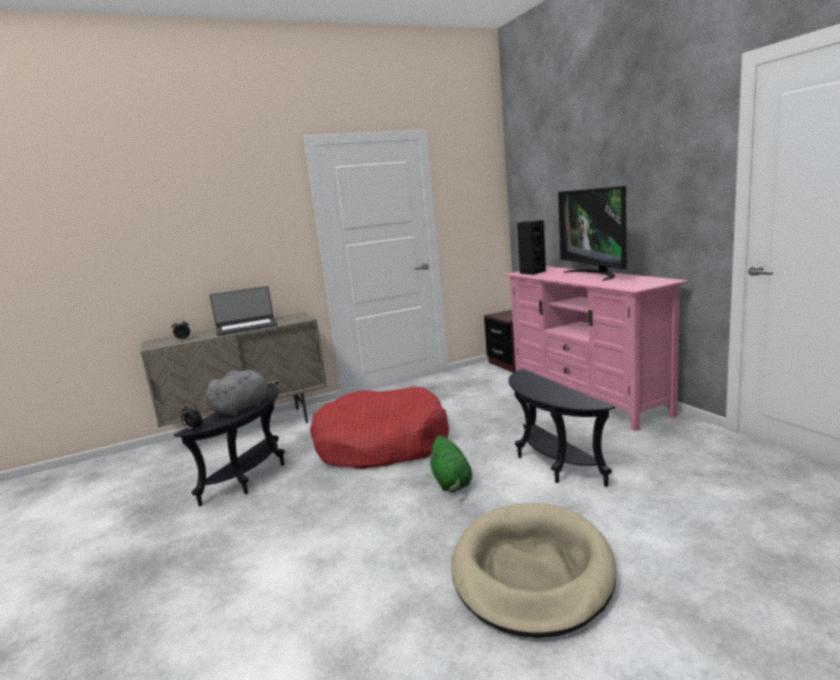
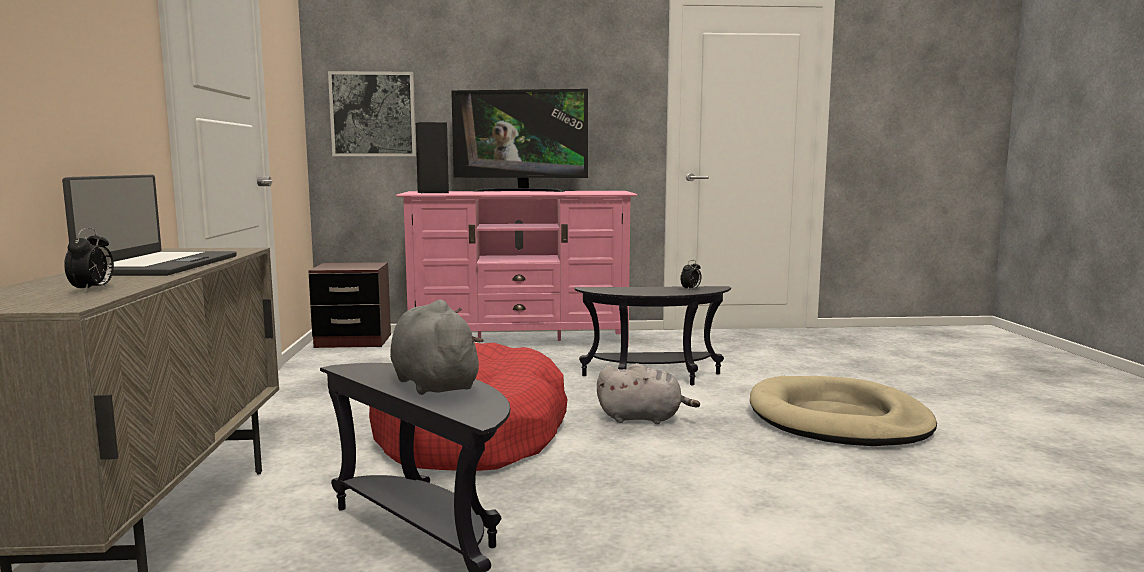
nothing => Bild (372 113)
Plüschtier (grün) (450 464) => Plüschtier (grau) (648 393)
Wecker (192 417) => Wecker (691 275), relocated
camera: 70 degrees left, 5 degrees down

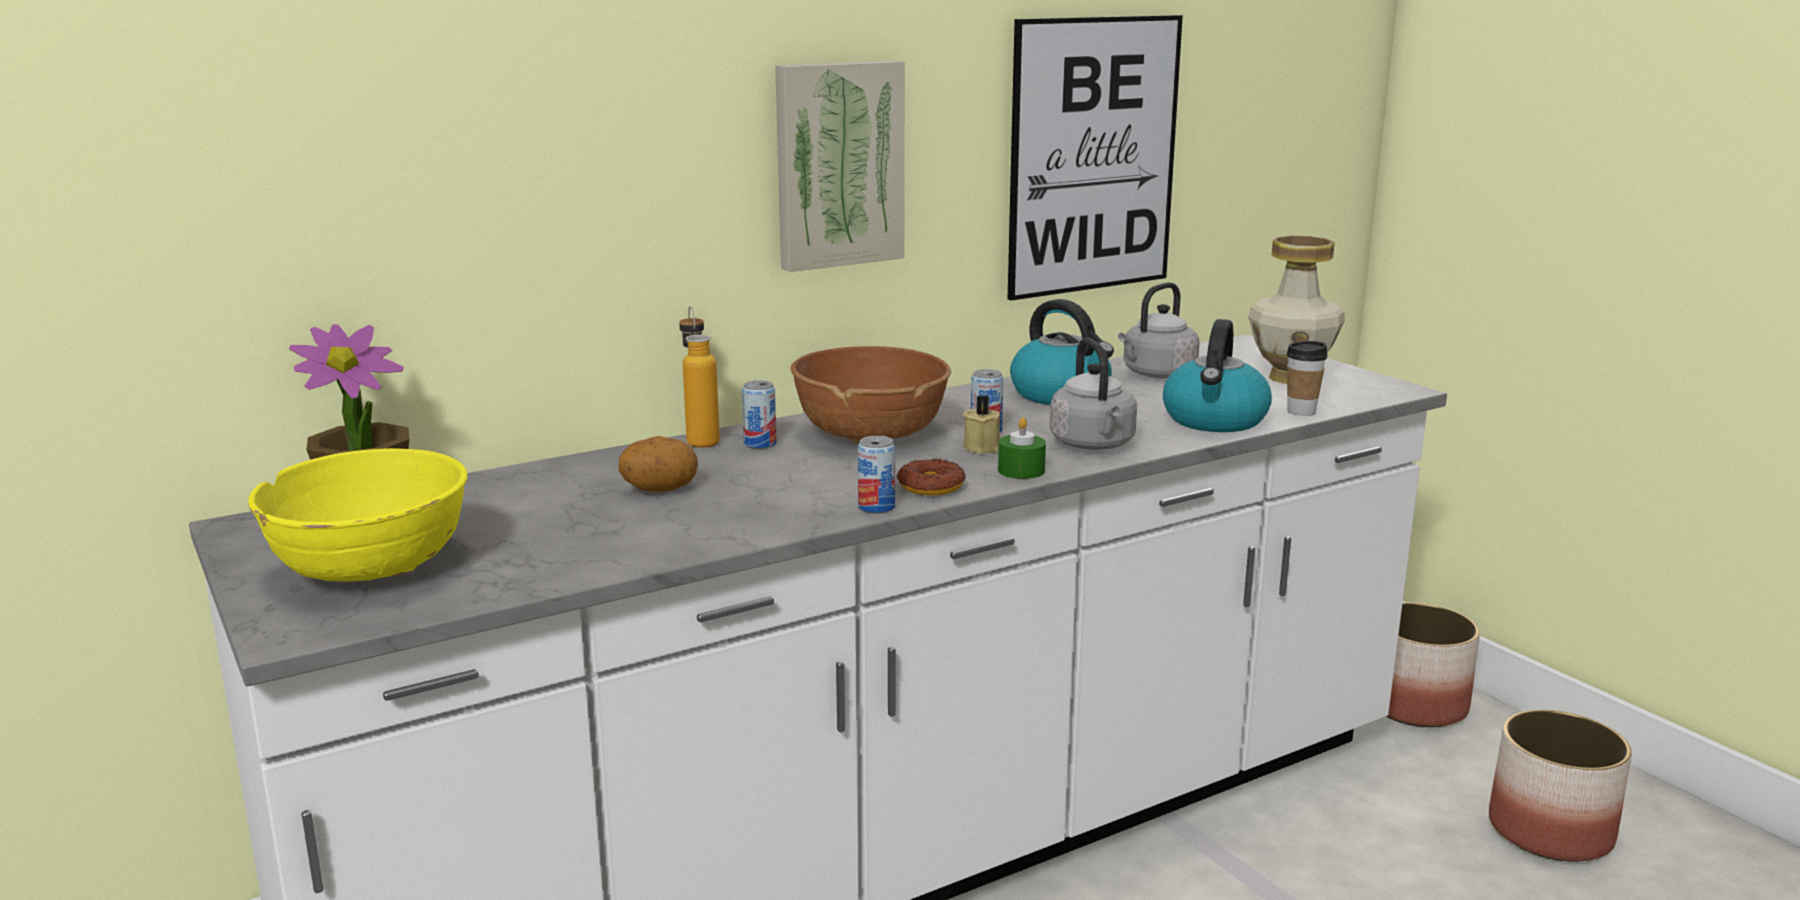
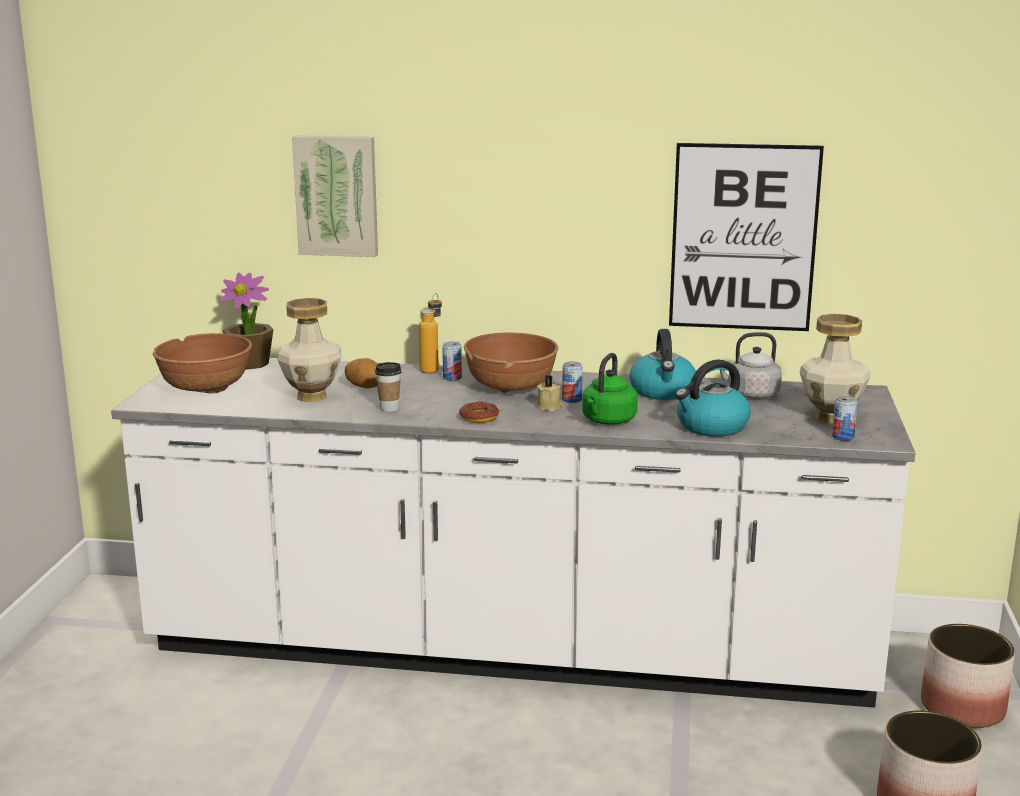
Schüssel (gelb) (358 515) => Schüssel (braun) (202 363)
nothing => Vase (309 350)
Bild (839 166) => Bild (335 196), relocated
Tasse (1307 378) => Tasse (388 387), relocated
Wasserkessel (grau) (1093 394) => Wasserkessel (grün) (610 389)
Dose (876 475) => Dose (845 418), relocated
Kerze (grün) (1022 448) => nothing
camera: 40 degrees right, 0 degrees up

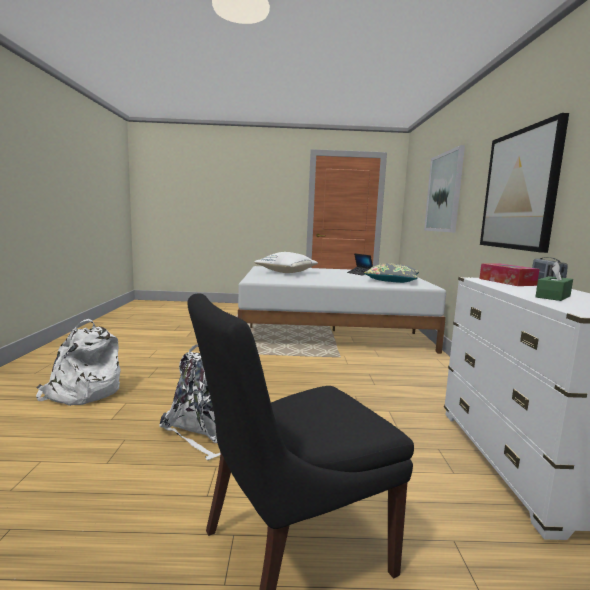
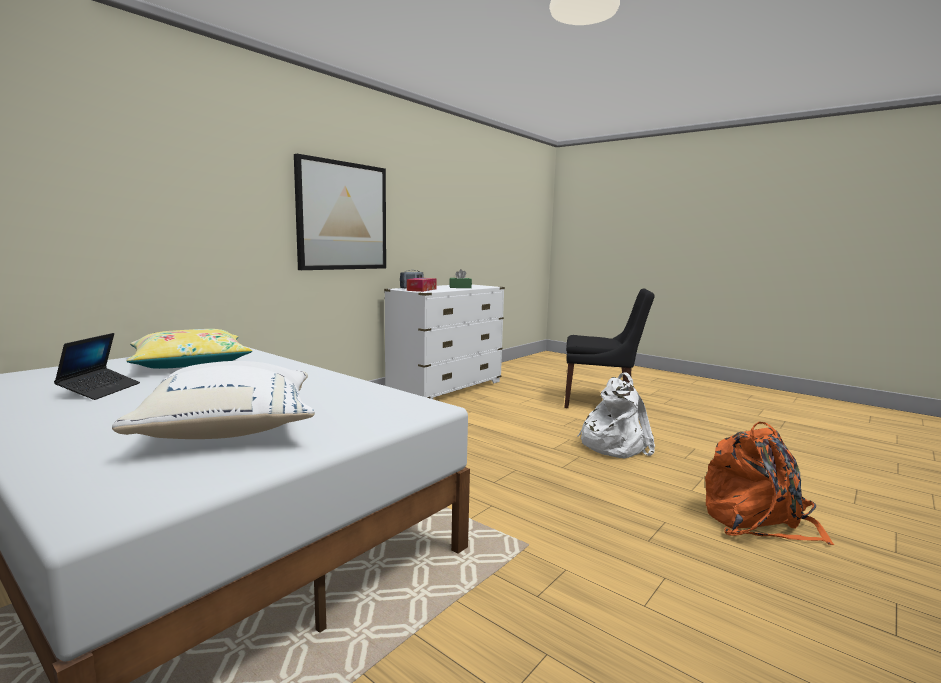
Kissen (grau) (391 273) => Kissen (gelb) (189 349)
Rucksack (weiß) (78 362) => Rucksack (orange) (769 483)
Bild (444 189) => nothing
camera: 140 degrees left, 0 degrees up

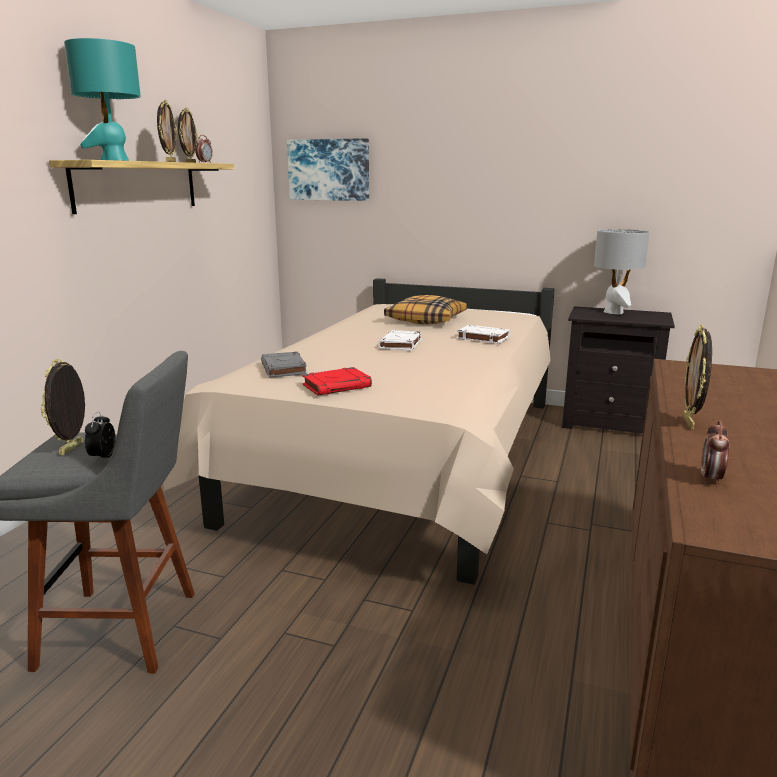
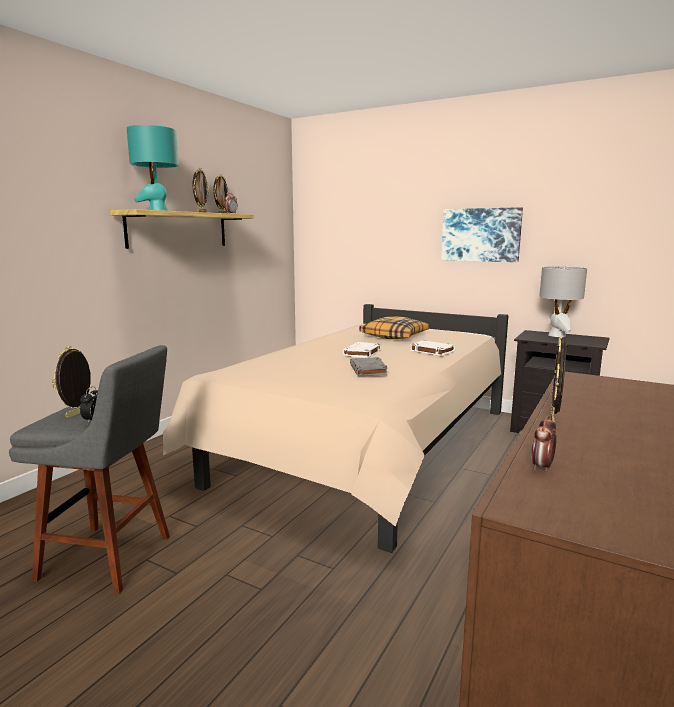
Buch (grau) (284 365) => Buch (grau) (369 366), relocated
Bild (328 169) => Bild (482 234), relocated
Buch (rot) (337 381) => nothing
camera: 10 degrees right, 5 degrees down

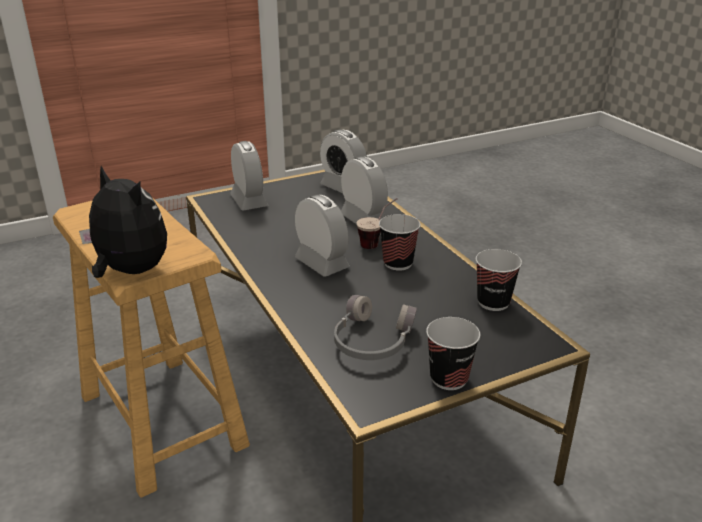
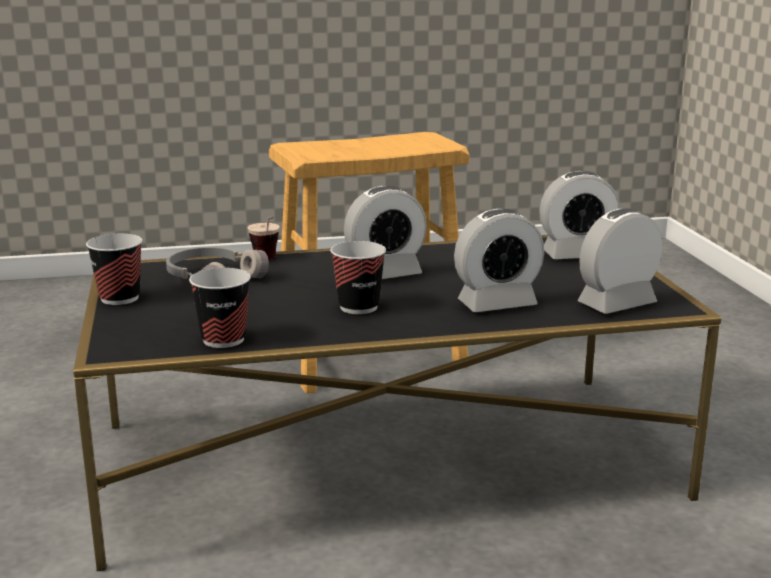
Tasse (377 223) => Tasse (264 237), relocated
Plüschtier (123 222) => nothing
camera: 105 degrees right, 10 degrees down

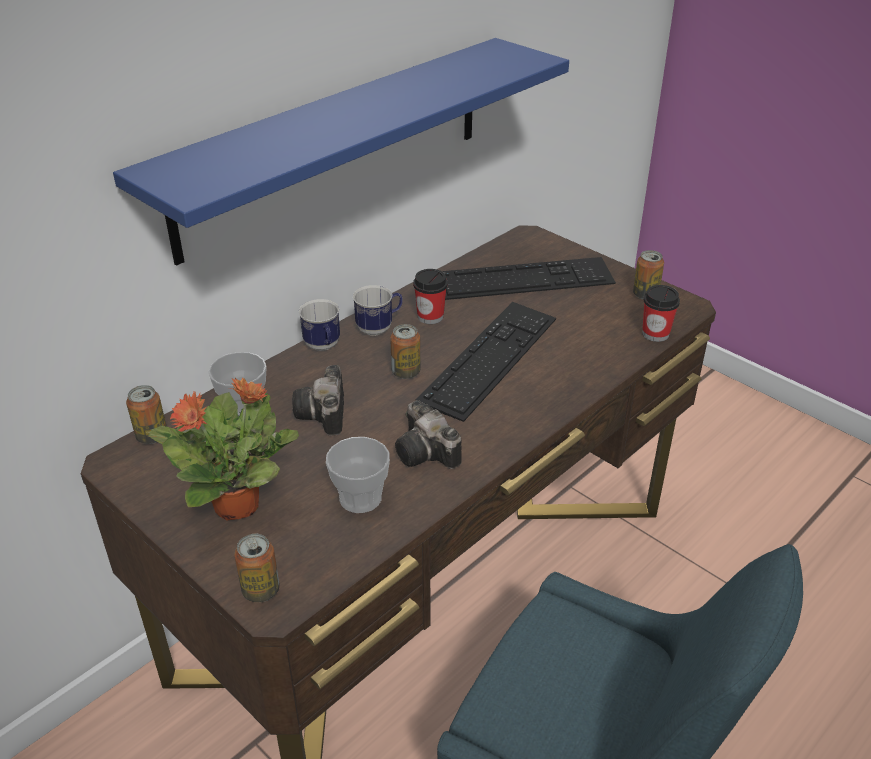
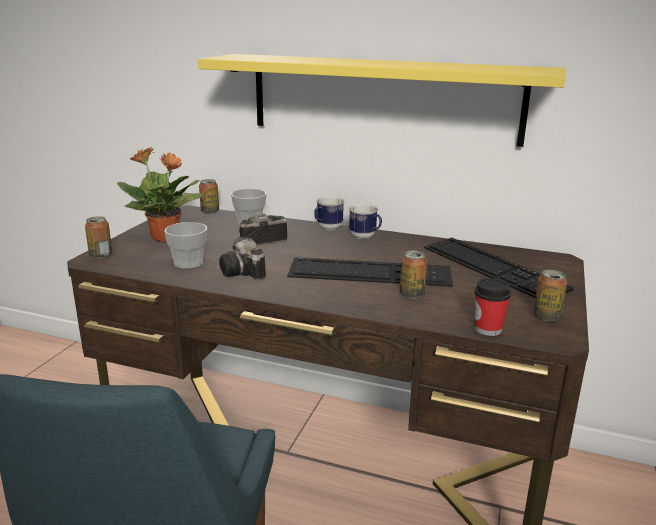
Wandregal (blau) (341 152) => Wandregal (gelb) (382 100)
Kamera (428 434) => Kamera (242 258), 60 degrees counterclockwise
Dose (405 351) => Dose (413 274), relocated
Tasse (430 296) => nothing
camera: 65 degrees right, 15 degrees down

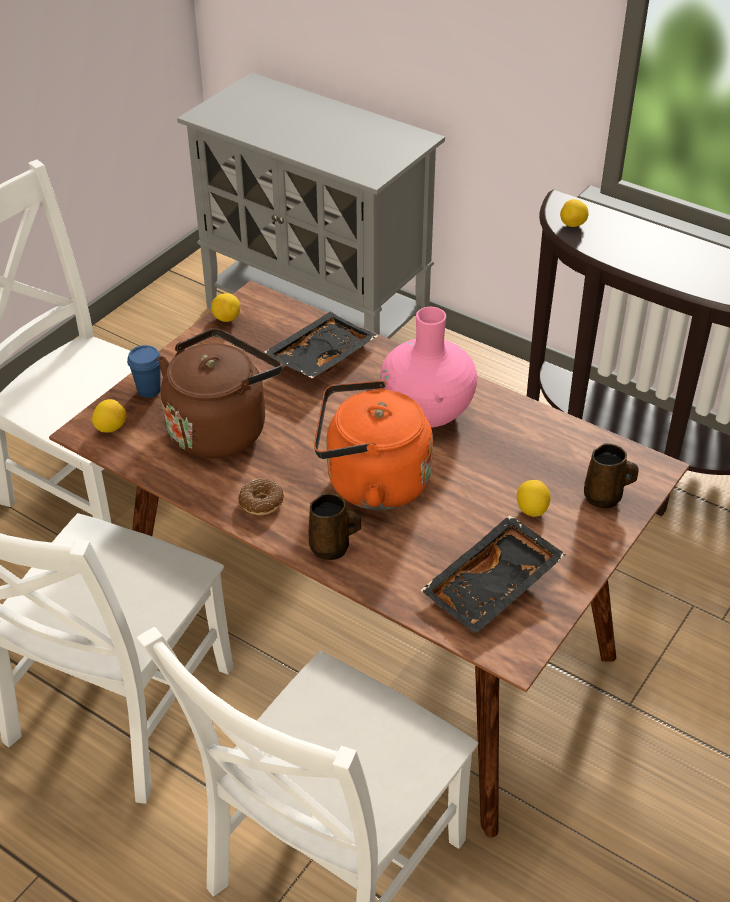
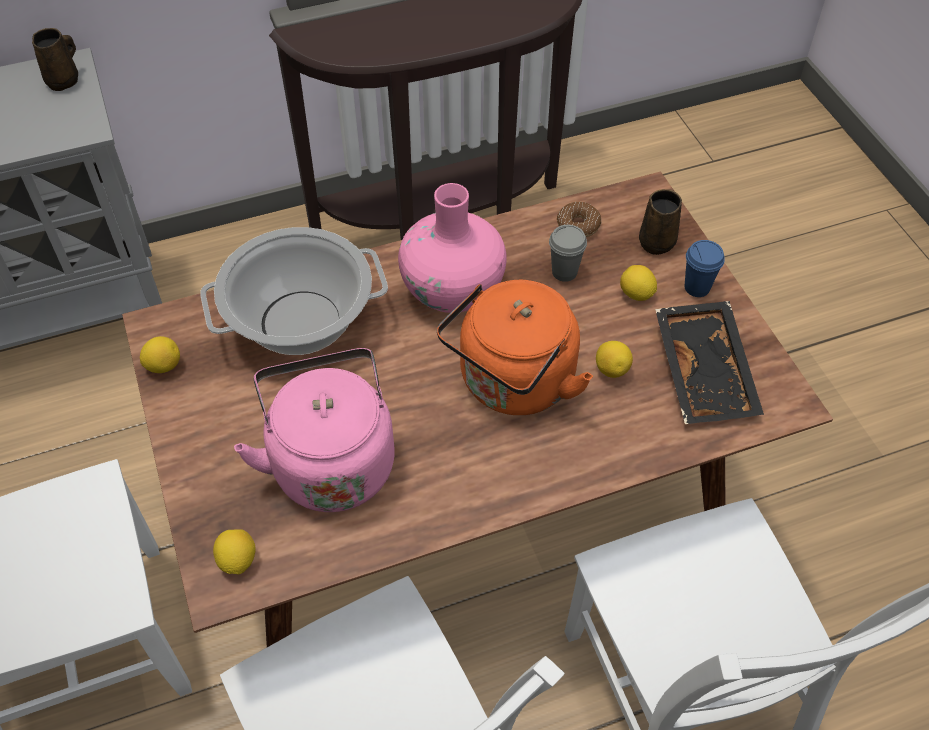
Henkelbecher (braun) (335 526) => Henkelbecher (braun) (55 59), relocated
Tablett (schwarz) (321 345) => Kochtopf (294 291)
Wasserkessel (braun) (220 393) => Wasserkessel (rosa) (314 430)
nothing => Tasse (grau) (568 253)
Donut (261 497) => Donut (579 219), relocated
Zitrone (574 213) => Zitrone (614 359), relocated
Tasse (blau) (144 371) => Tasse (blau) (704 268), relocated
camera: 55 degrees left, 10 degrees up

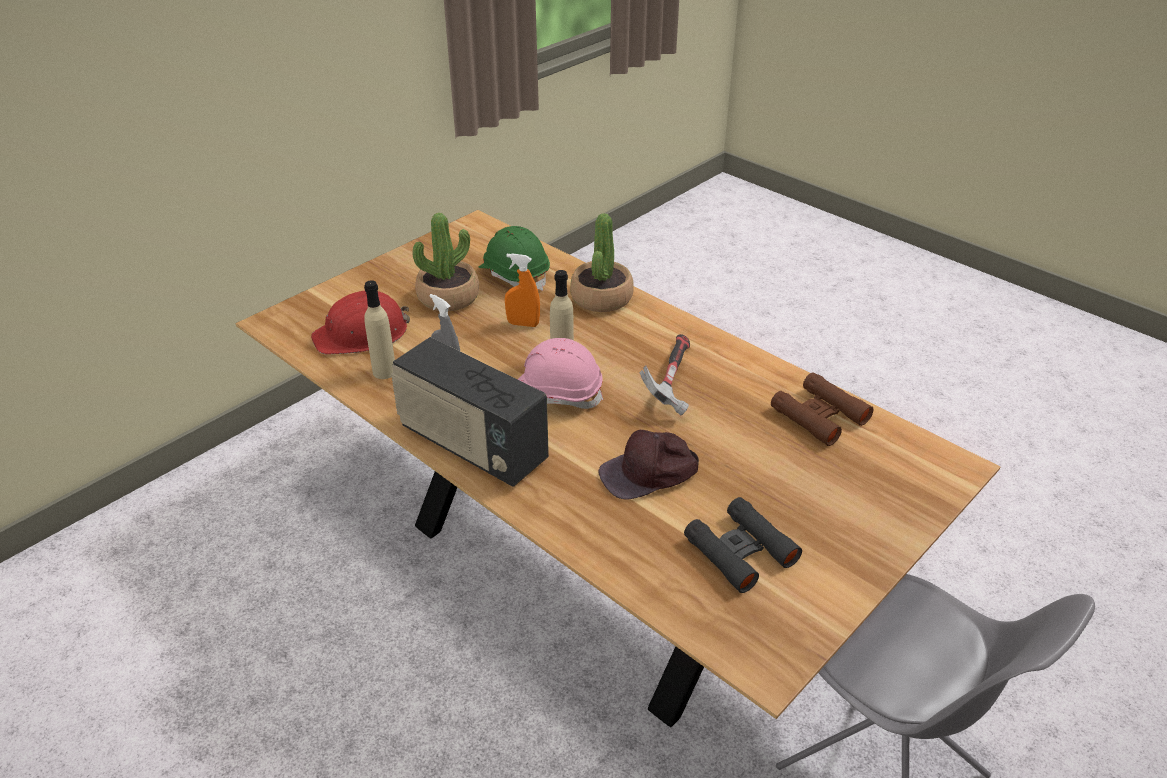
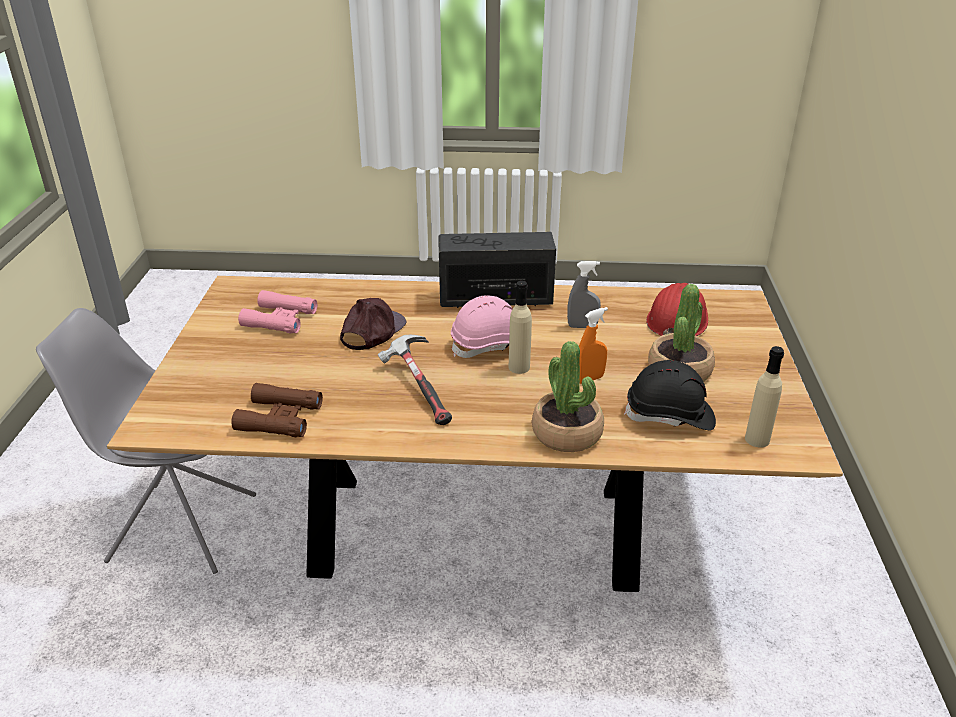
Fernglas (schwarz) (743 545) => Fernglas (rosa) (277 311)
Schutzhelm (grün) (514 258) => Schutzhelm (schwarz) (670 395)
Flasche (beige) (379 329) => Flasche (beige) (764 397), relocated
camera: 140 degrees right, 5 degrees down

